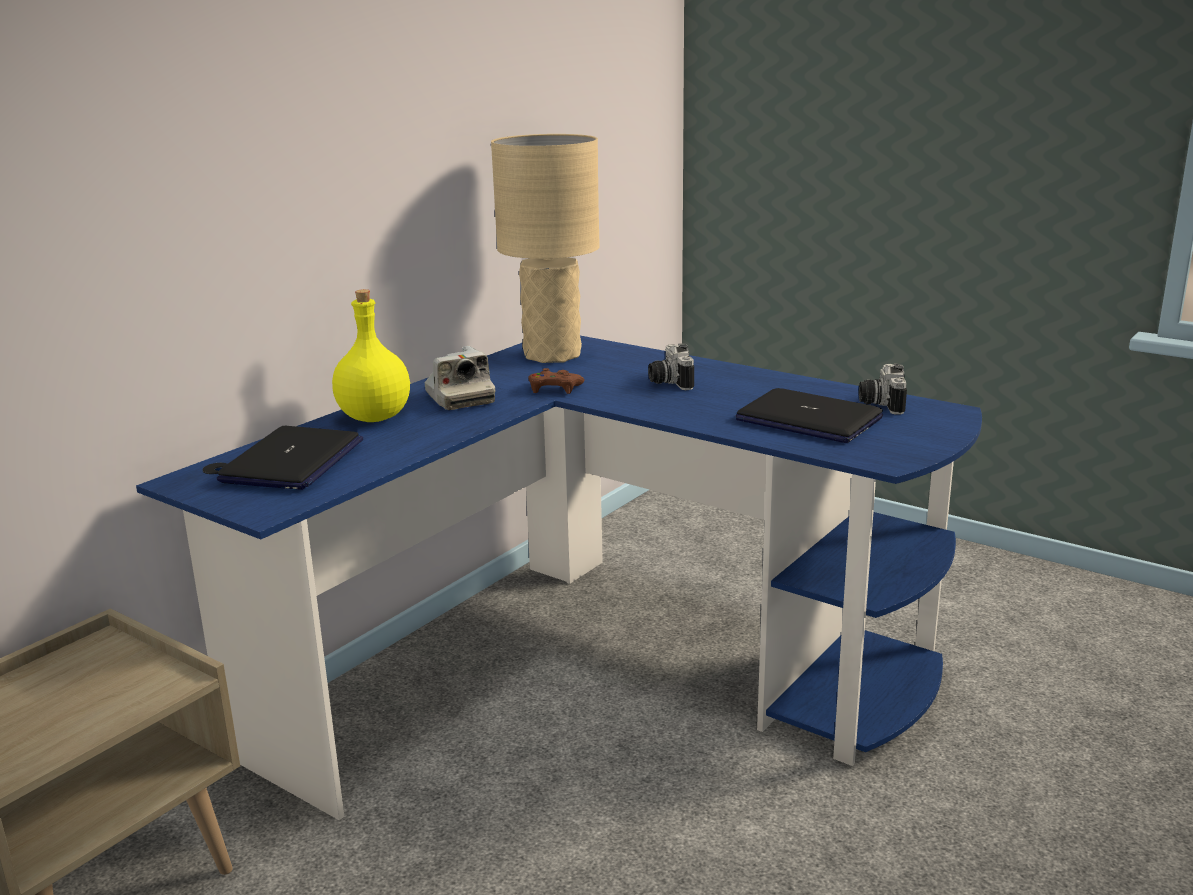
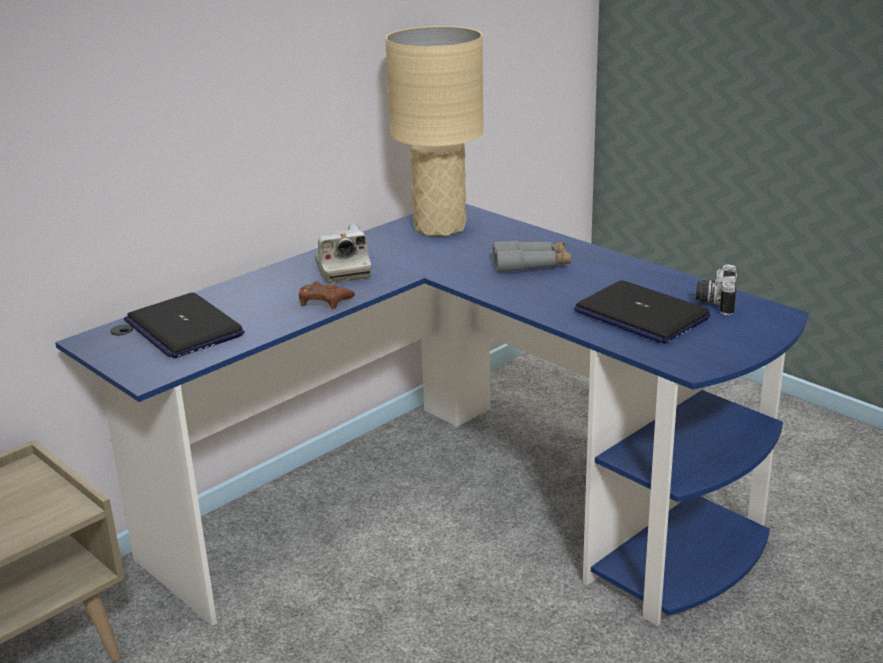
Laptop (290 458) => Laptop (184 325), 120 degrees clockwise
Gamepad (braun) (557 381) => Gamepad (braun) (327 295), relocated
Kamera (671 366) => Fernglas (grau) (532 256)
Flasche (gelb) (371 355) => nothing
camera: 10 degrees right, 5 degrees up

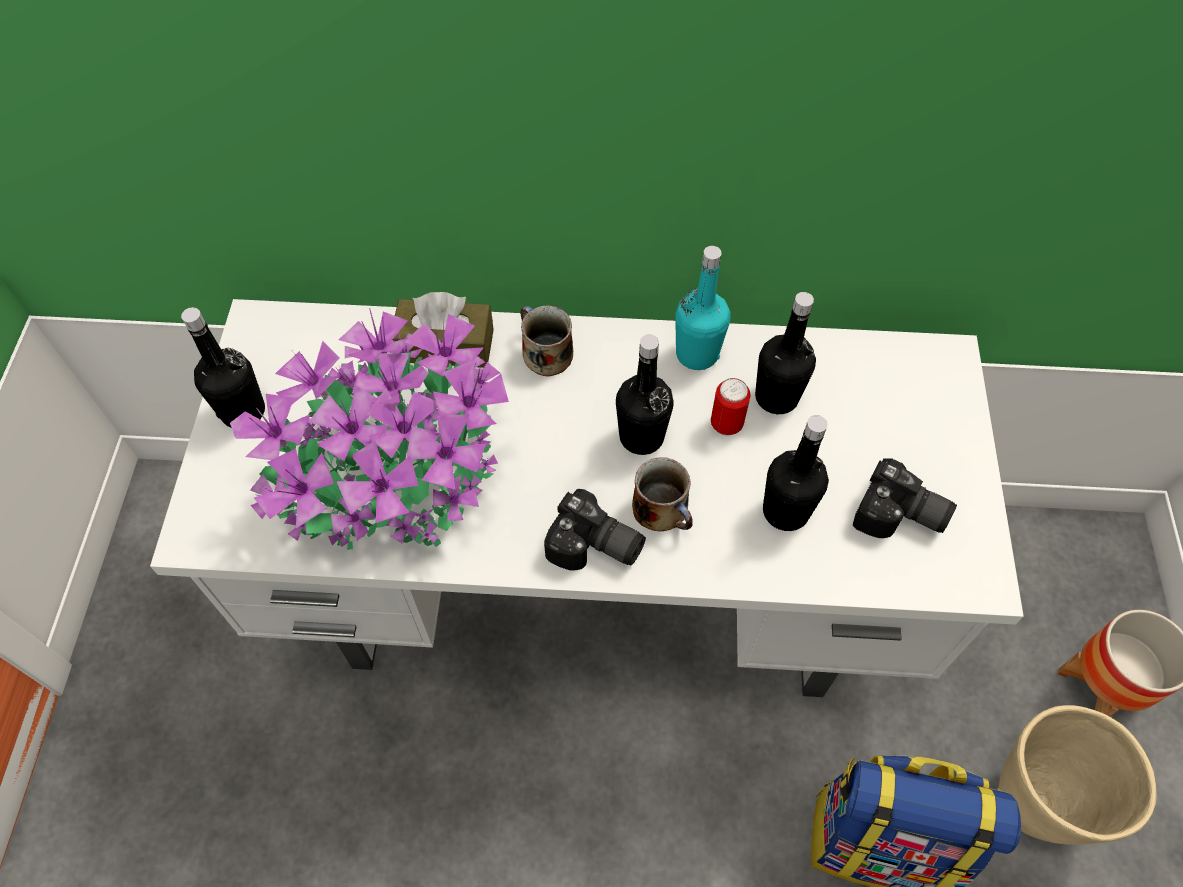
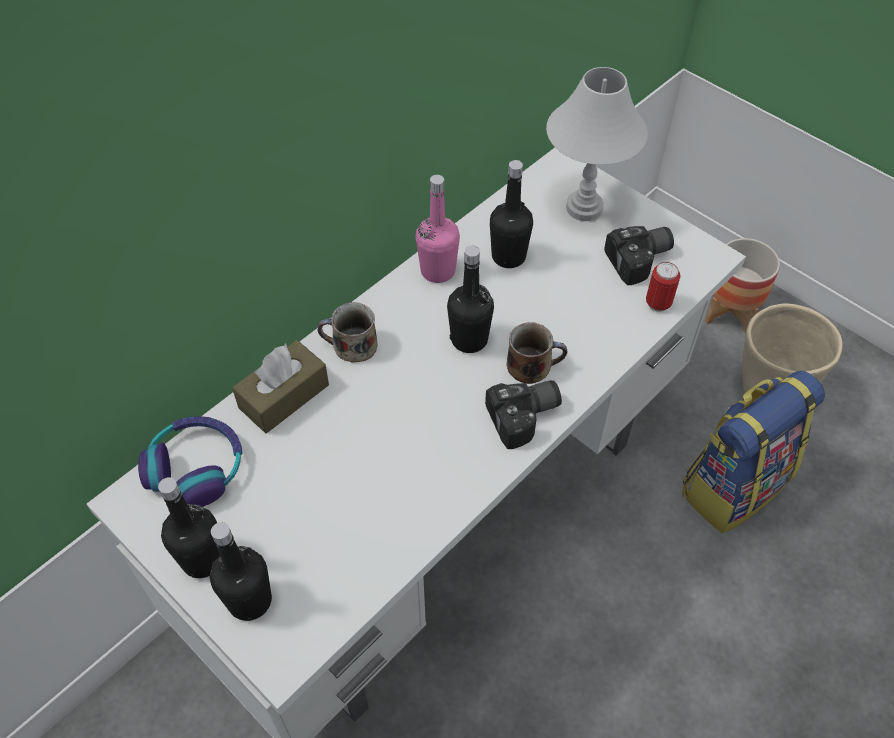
nothing => Kopfhörer (190 461)
Flasche (schwarz) (796 473) => Flasche (schwarz) (241 571), relocated
Flasche (türkis) (703 308) => Flasche (rosa) (438 229)
nothing => Tischlampe (weiß) (597 144)
Dose (731 407) => Dose (663 287), relocated
Topfpflanze (369 429) => nothing
camera: 50 degrees left, 5 degrees down

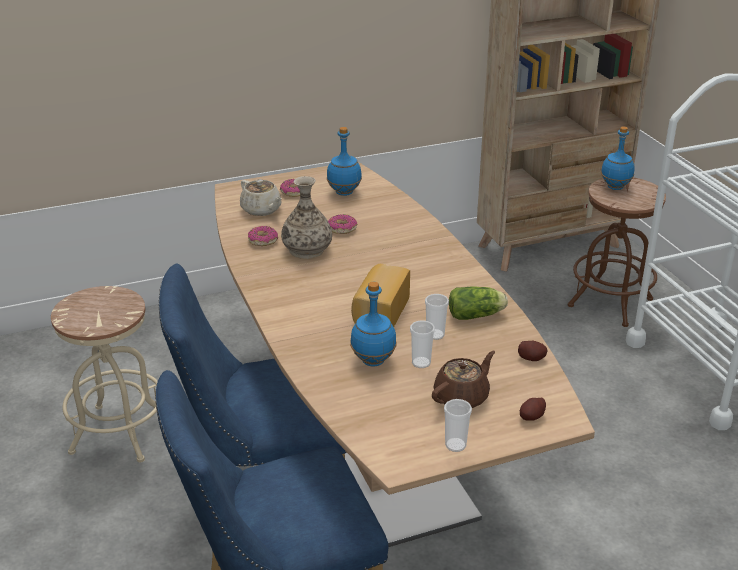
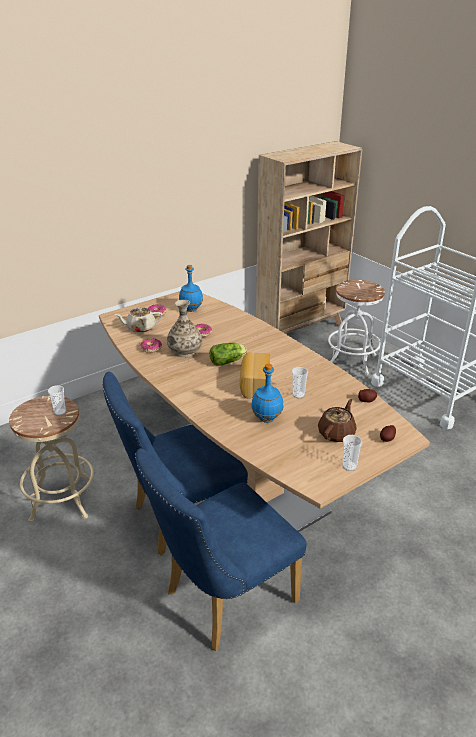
Tasse (422 344) => Tasse (57 400), relocated
Teekanne (beige) (261 197) => Teekanne (beige) (138 320), 135 degrees clockwise
Salatkopf (478 303) => Salatkopf (228 354), relocated
Hocker (braun) (617 252) => Hocker (weiß) (356 327)
Flasche (blau) (618 158) => nothing
camera: 15 degrees left, 0 degrees up

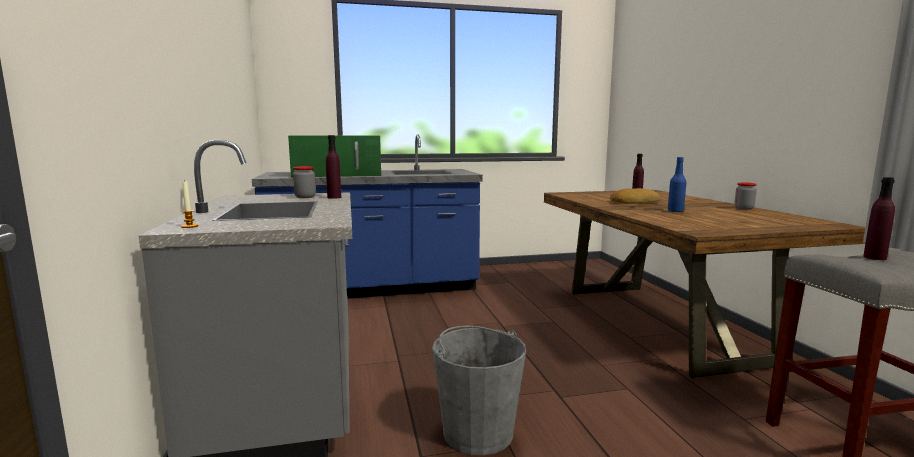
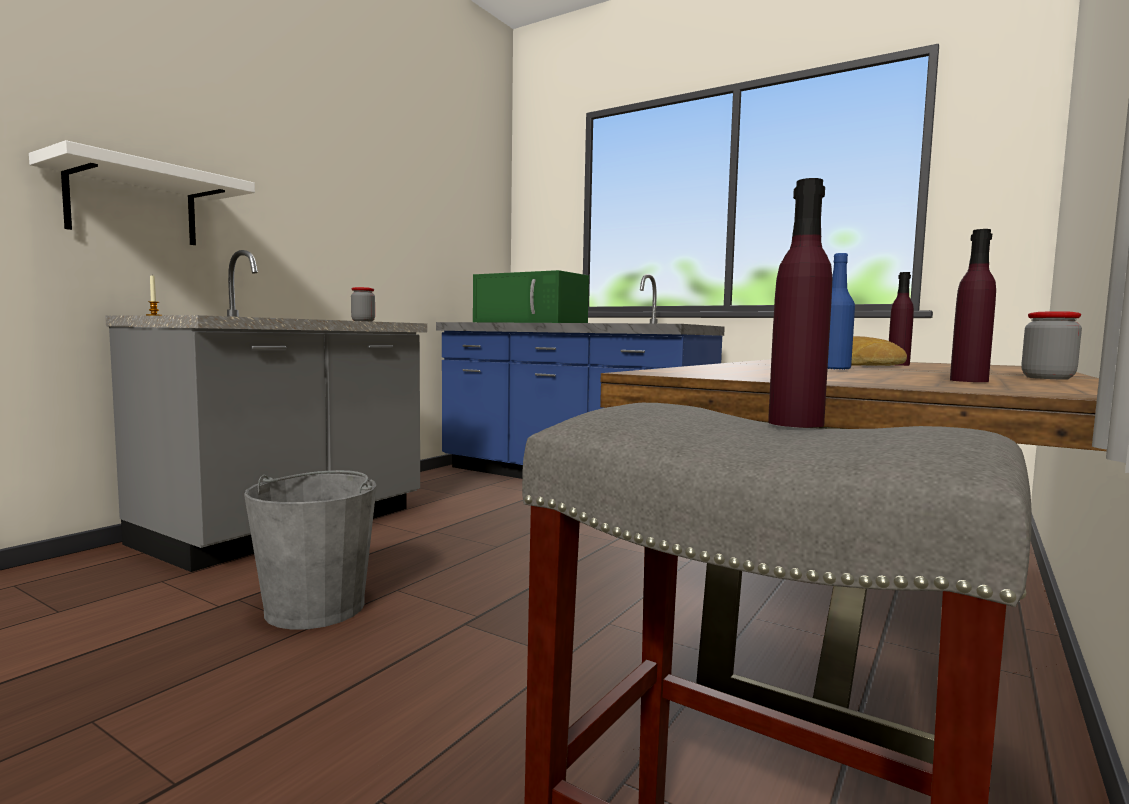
nothing => Wandregal (weiß) (142 192)
Flasche (lila) (333 167) => Flasche (lila) (973 305), relocated
camera: 45 degrees right, 5 degrees down

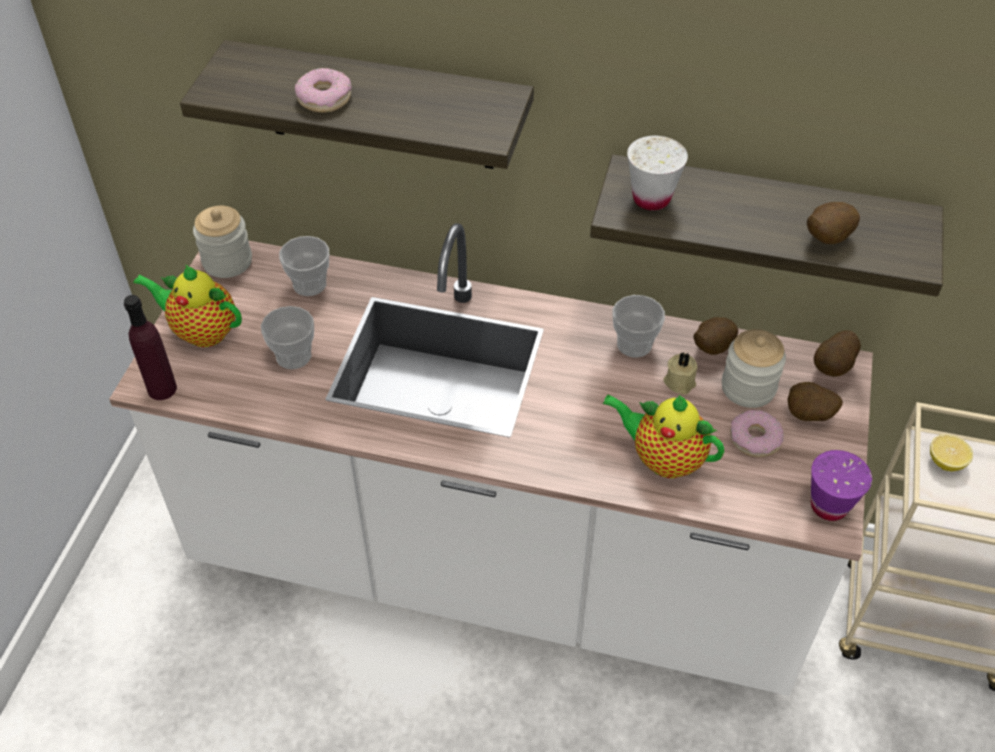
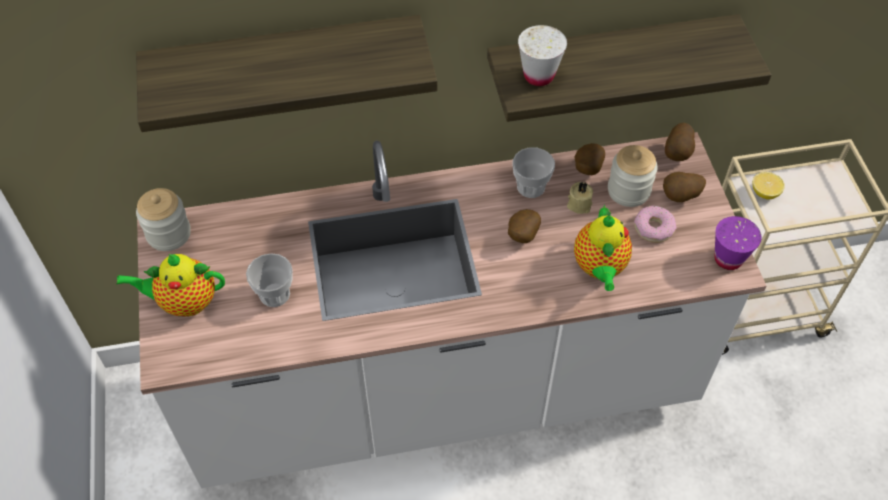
Kartoffel (833 223) => Kartoffel (524 226), relocated
Teekanne (663 436) => Teekanne (603 248), 90 degrees counterclockwise
Flasche (lila) (150 347) => nothing
Tasse (304 266) => nothing
Donut (323 90) => nothing
camera: 25 degrees left, 5 degrees up

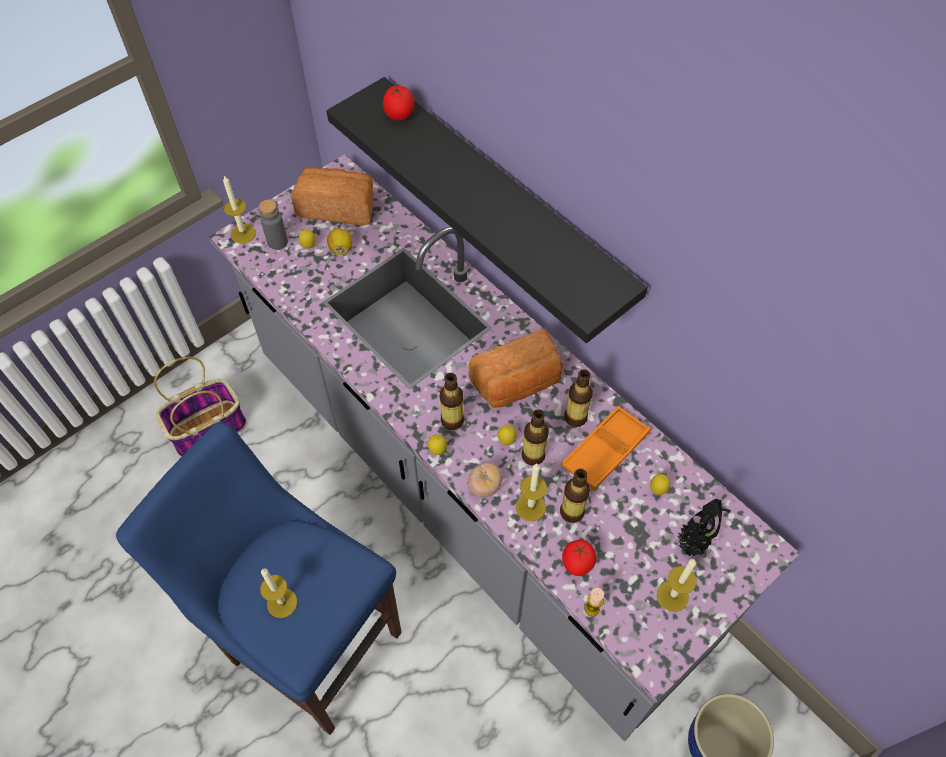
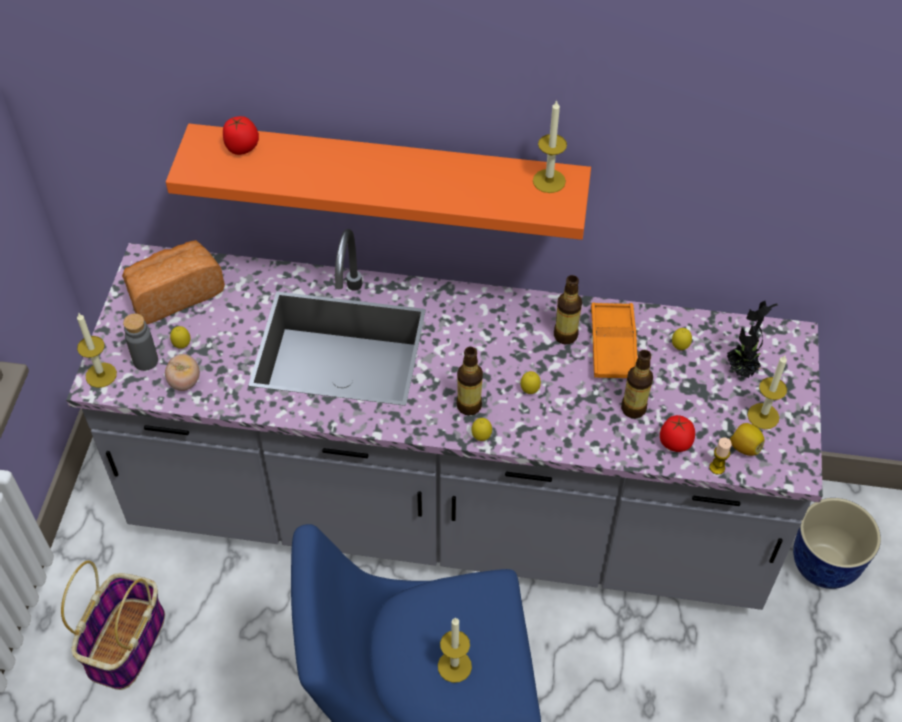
Tomate (485 479) => Tomate (182 372), relocated
Wandregal (schwarz) (487 210) => Wandregal (orange) (378 182)
Kerze (531 492) => Kerze (550 146), relocated
Zitrone (339 242) => Zitrone (747 439), relocated
Brot (516 368) => nothing
Flasche (535 437) => nothing
camera: 40 degrees left, 5 degrees down

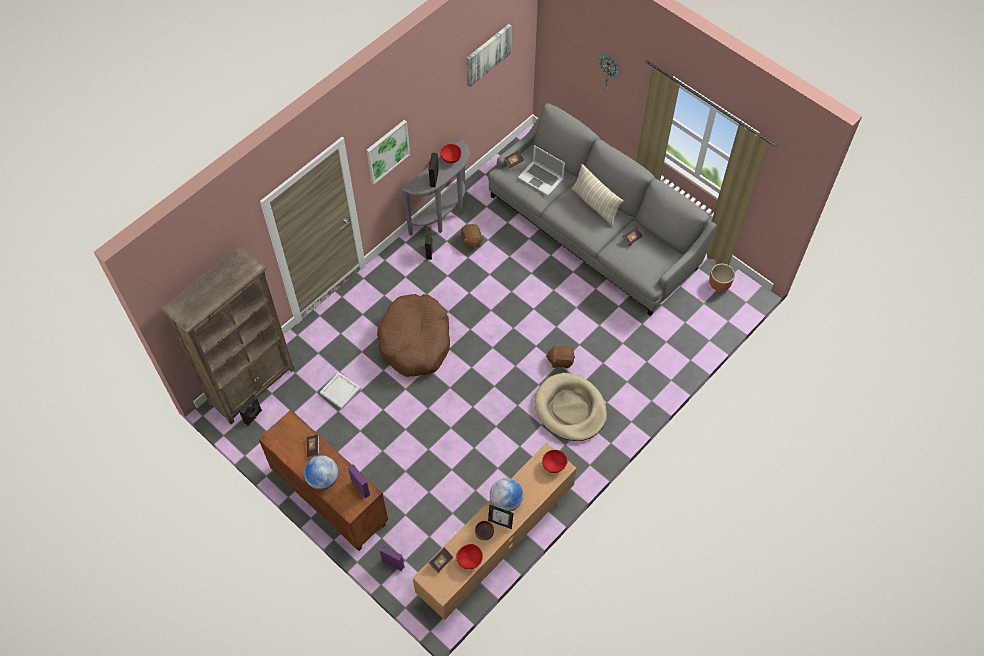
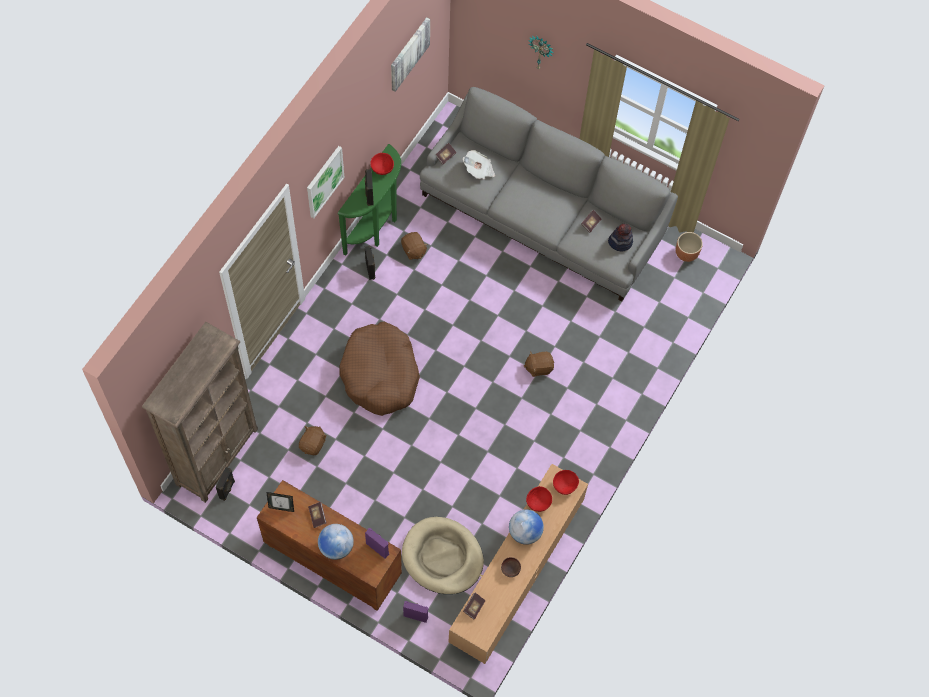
Bilderrahmen (501 517) => Bilderrahmen (280 502), relocated
Tablett (weiß) (340 390) => Plüschtier (braun) (312 440)
Konsolentisch (grau) (436 187) => Konsolentisch (grün) (369 200)
Hundebett (beige) (570 407) => Hundebett (beige) (443 555), relocated
Laptop (541 170) => Zeitung (479 164)
Schüssel (rot) (469 556) => Schüssel (rot) (539 499), relocated
nothing => Hut (620 237)
Kissen (597 195) => nothing
camera: 15 degrees left, 5 degrees up

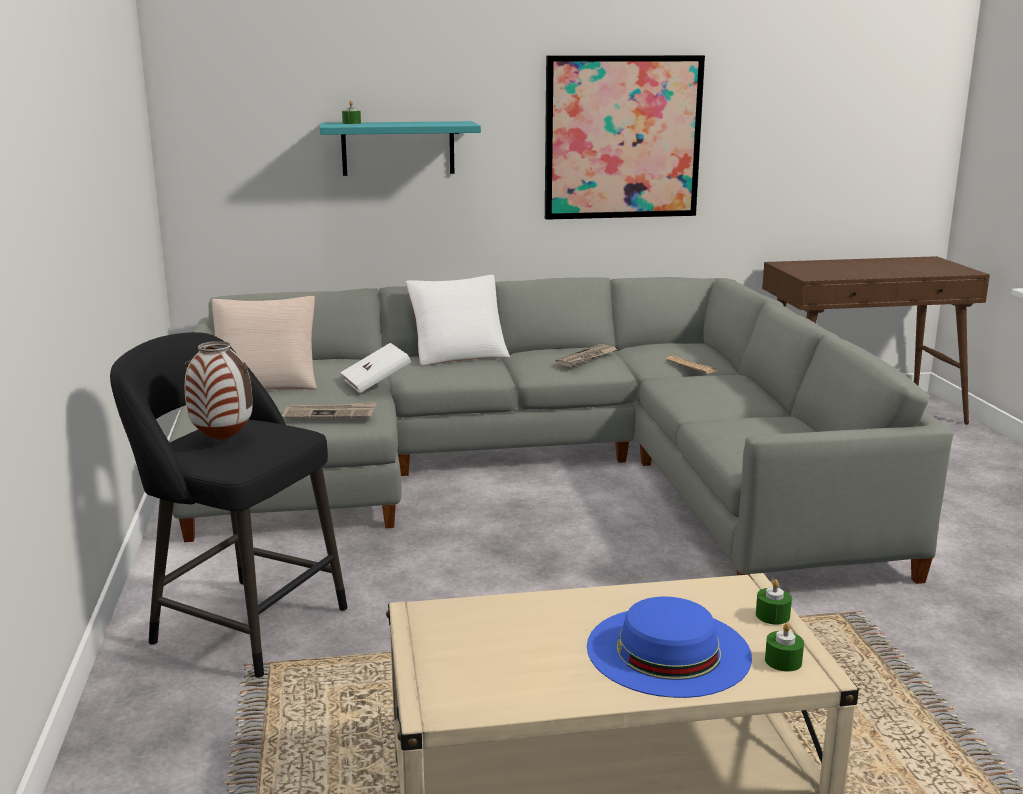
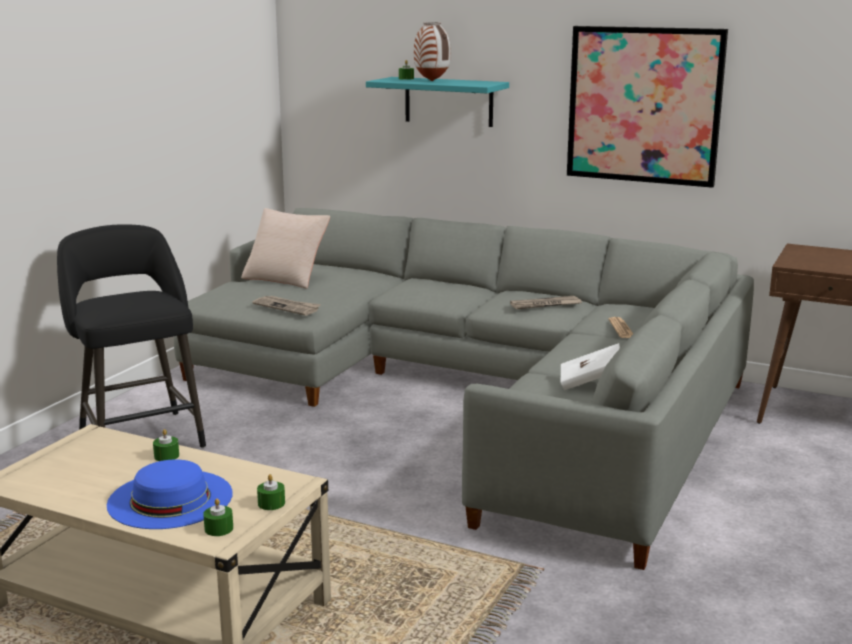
nothing => Kerze (grün) (166 445)
Vase (218 391) => Vase (432 51), relocated
Buch (weiß) (375 368) => Buch (weiß) (590 366), relocated
Kissen (weiß) (458 320) => nothing
camera: 35 degrees right, 0 degrees up

